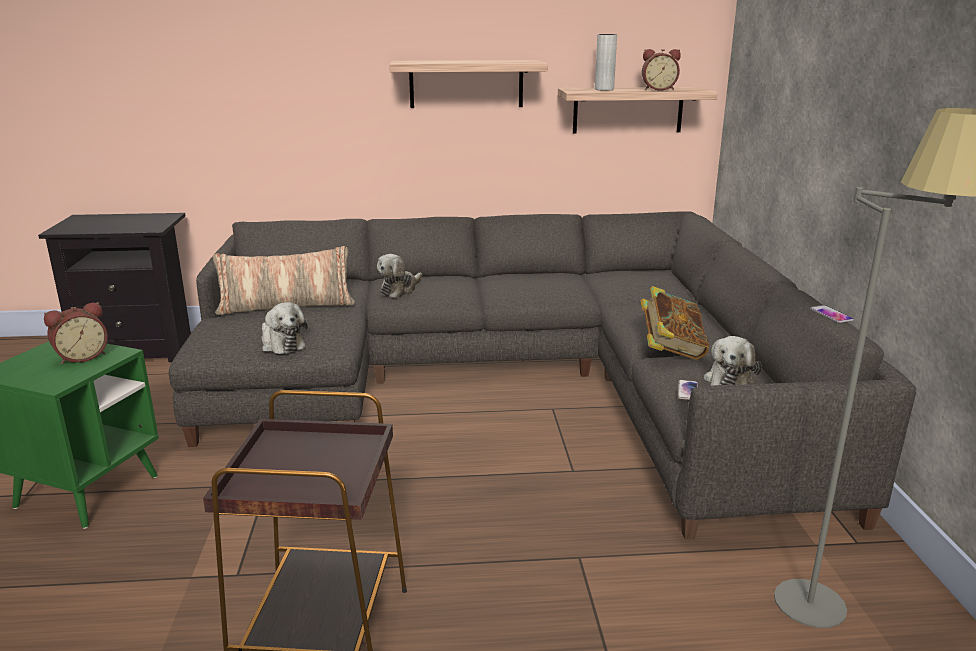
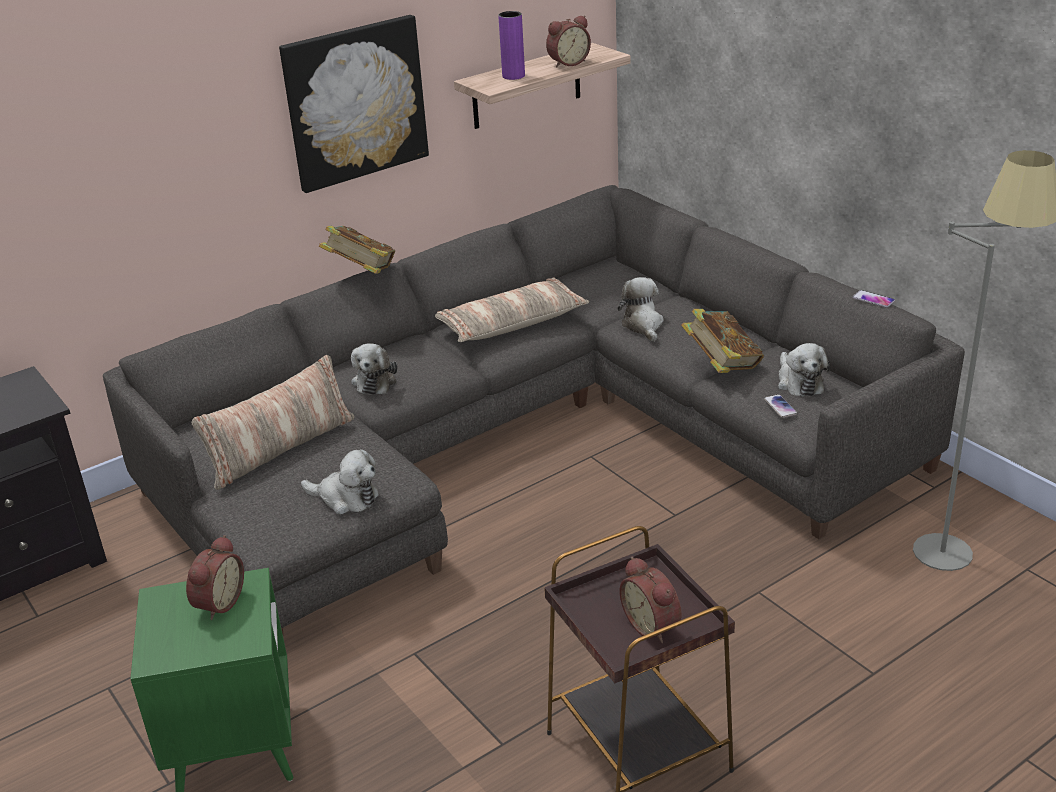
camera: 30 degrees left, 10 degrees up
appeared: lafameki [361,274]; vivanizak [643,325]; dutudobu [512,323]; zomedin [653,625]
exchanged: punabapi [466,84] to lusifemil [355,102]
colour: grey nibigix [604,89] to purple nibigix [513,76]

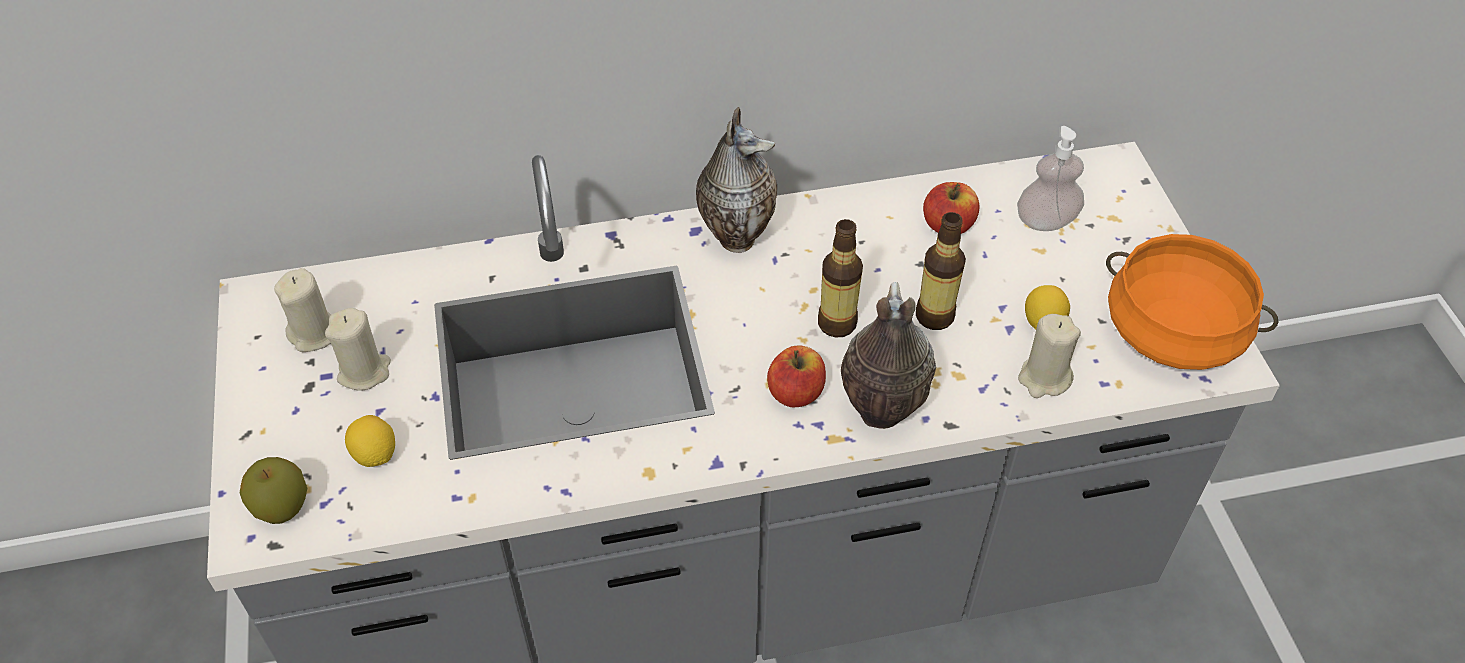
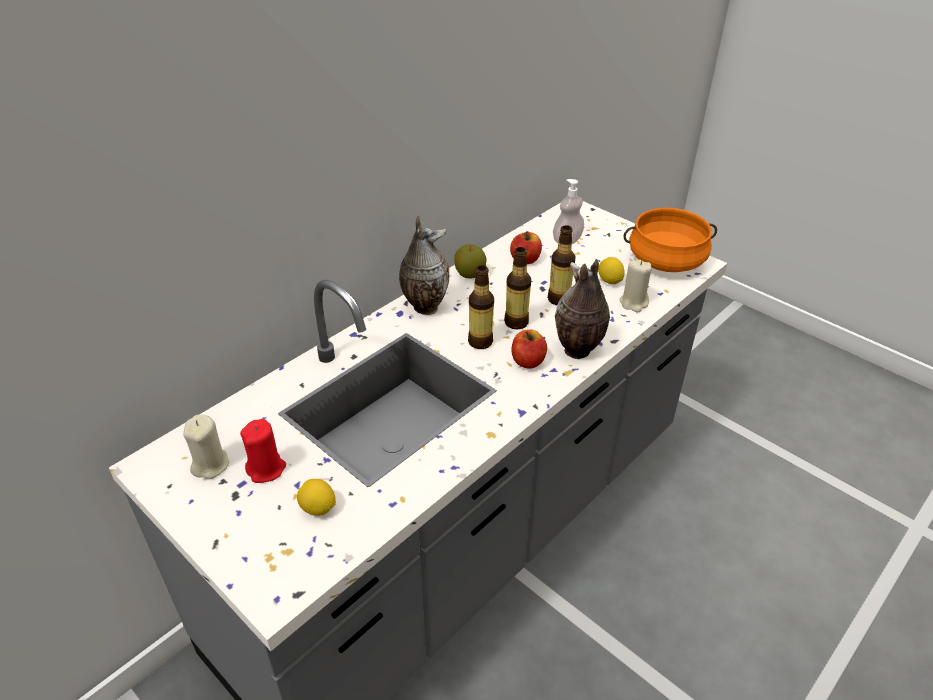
camera: 35 degrees left, 10 degrees down
appeared: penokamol [480,342]
relocated: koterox [282,507] to [470,274]
colour: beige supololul [364,372] to red supololul [266,469]

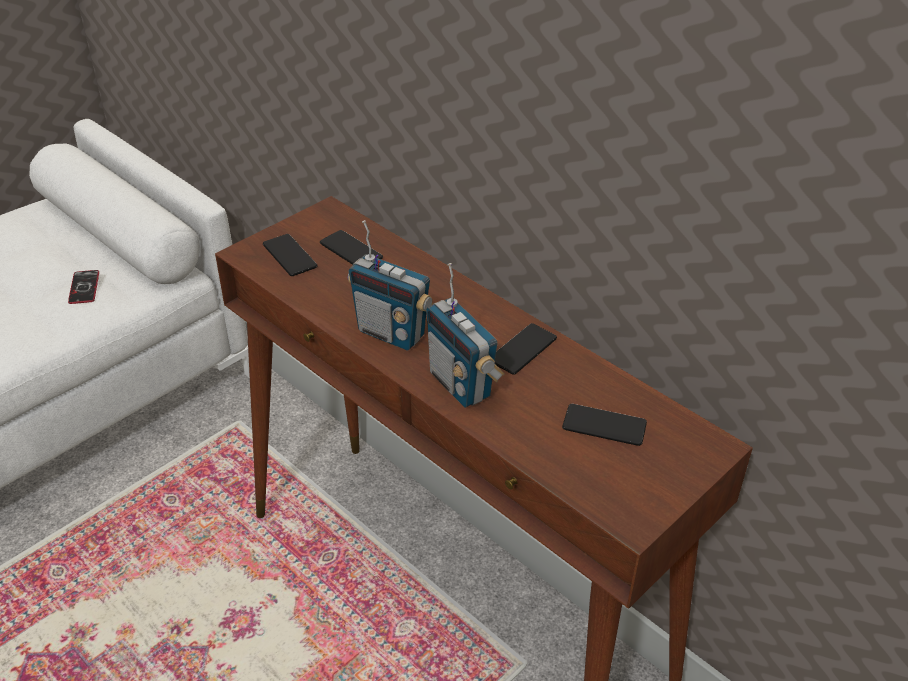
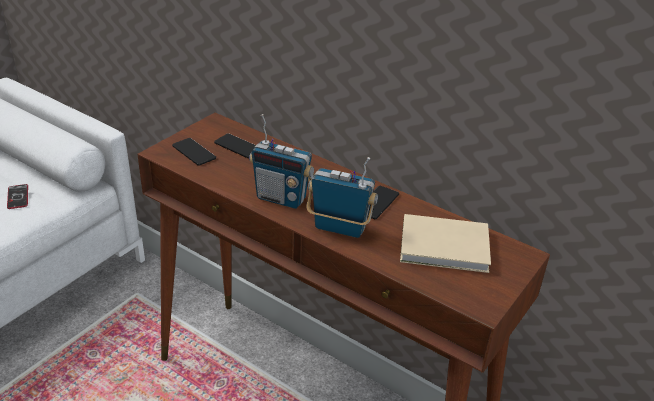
camera: 10 degrees left, 5 degrees down
exchanged: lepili [604,426] to beige lafameki [446,247]
spun: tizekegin [461,385] = [340,228] 150 degrees clockwise

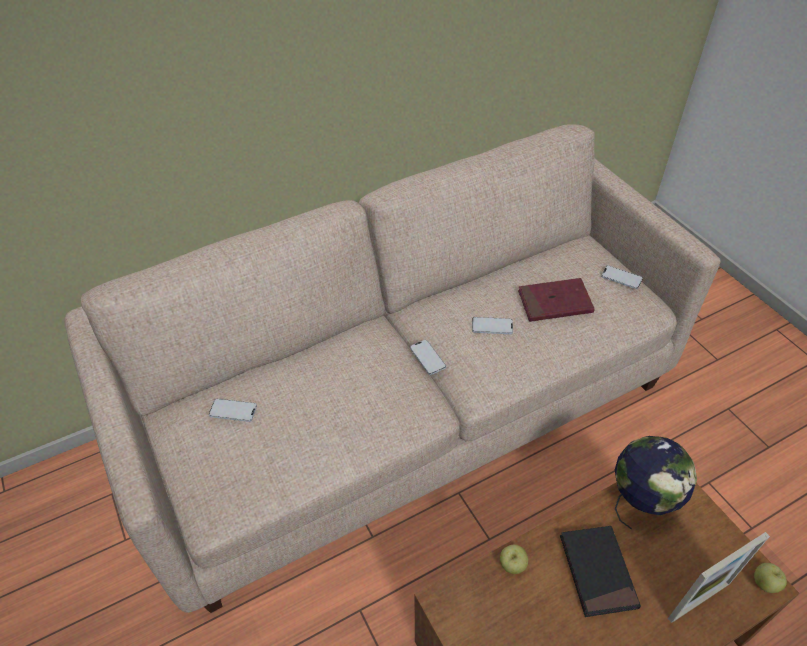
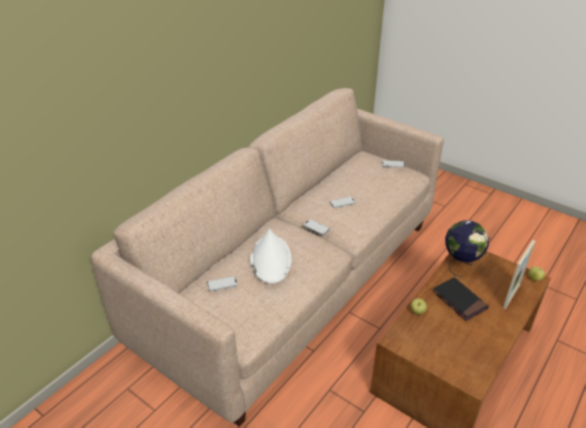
camera: 25 degrees left, 10 degrees down
missing: red lafameki [554,302]
appeared: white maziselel [270,259]

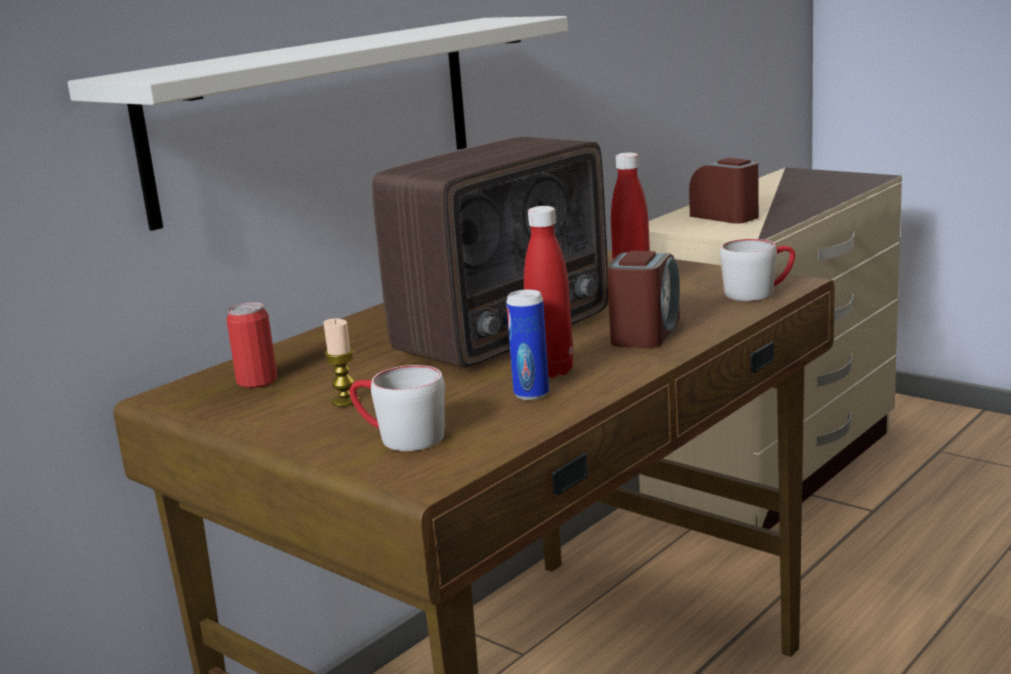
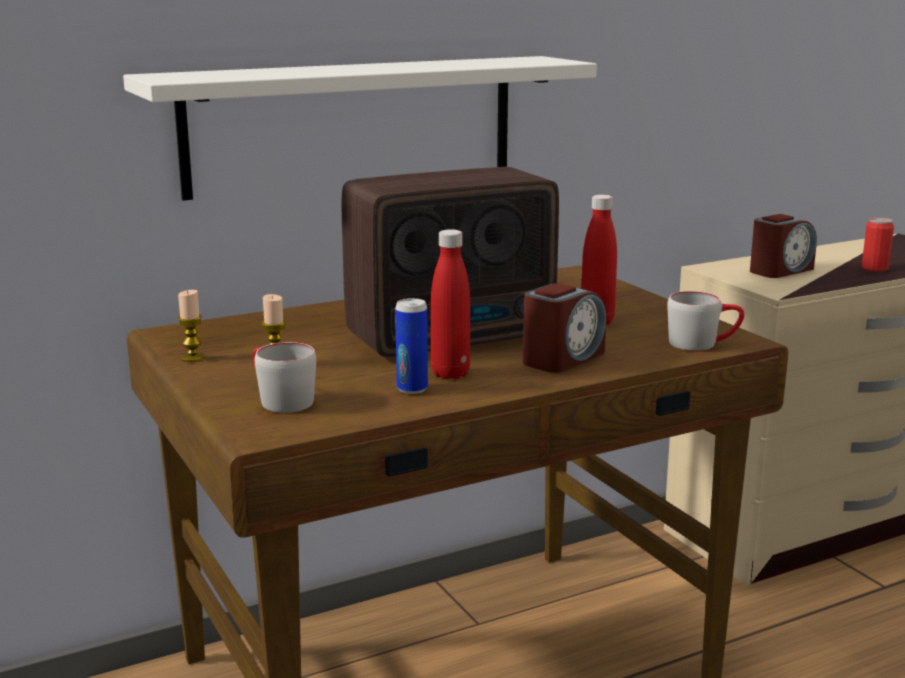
camera: 20 degrees right, 0 degrees up
appeared: supololul [193,358]
relocated: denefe [257,381] to [874,268]
spun: zomedin [725,216] = [780,270] 75 degrees clockwise

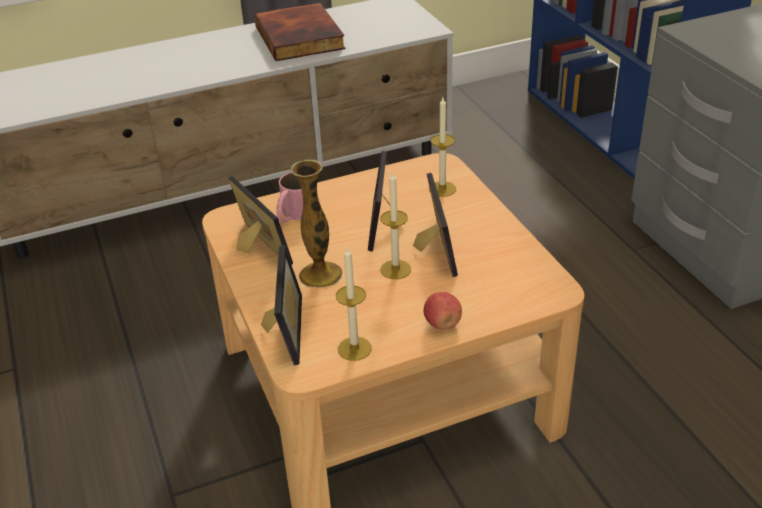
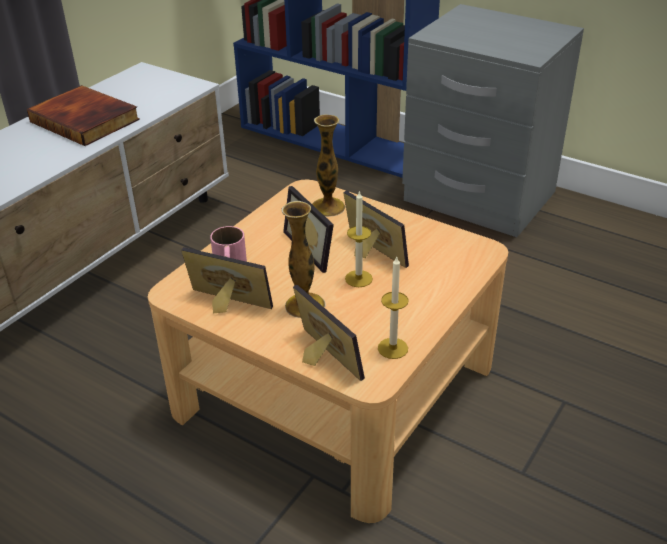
camera: 35 degrees left, 0 degrees up
missing: koterox [442,324]
exchanged: supololul [442,189] to nibigix [328,207]

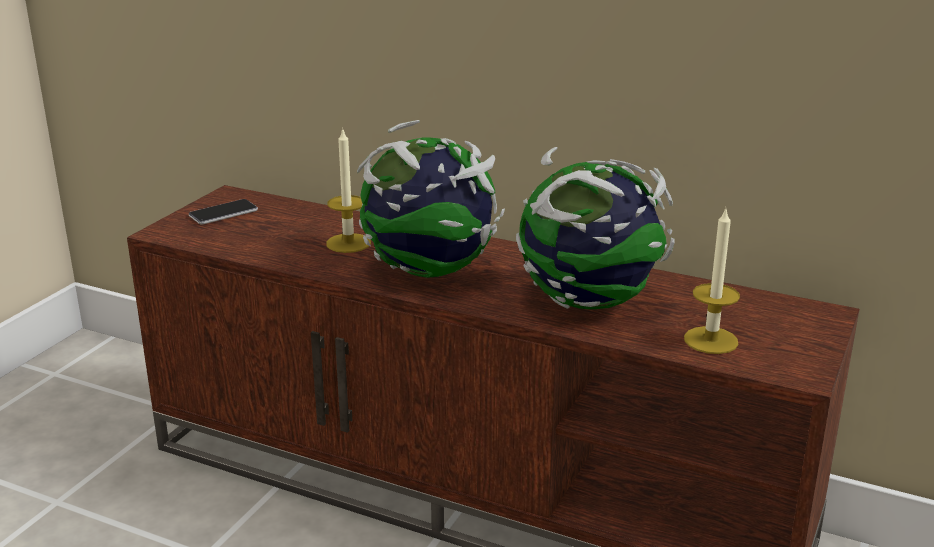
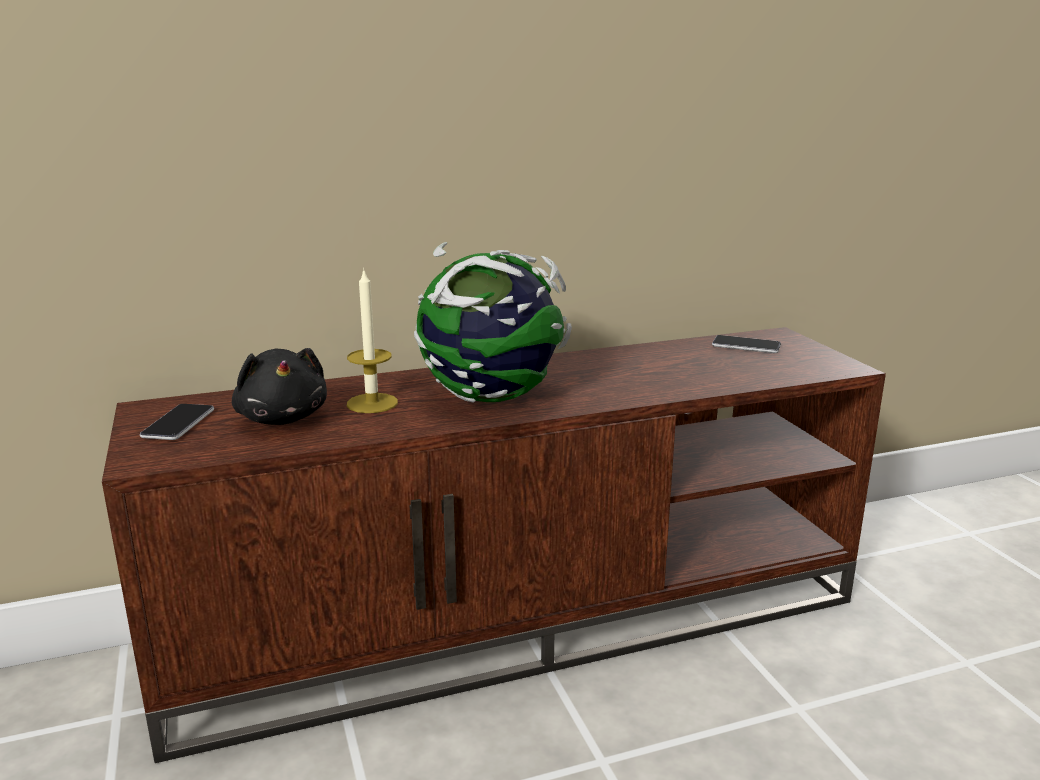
camera: 45 degrees left, 5 degrees down
missing: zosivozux [589,302]; supololul [711,340]
appeared: lepili [746,346]; black vivanizak [283,418]

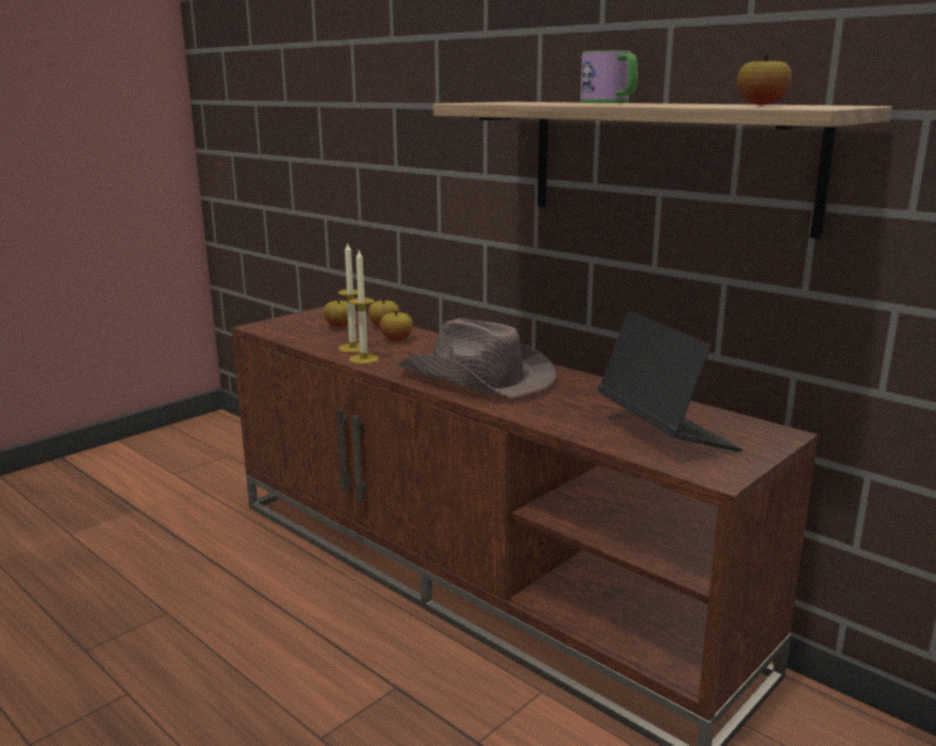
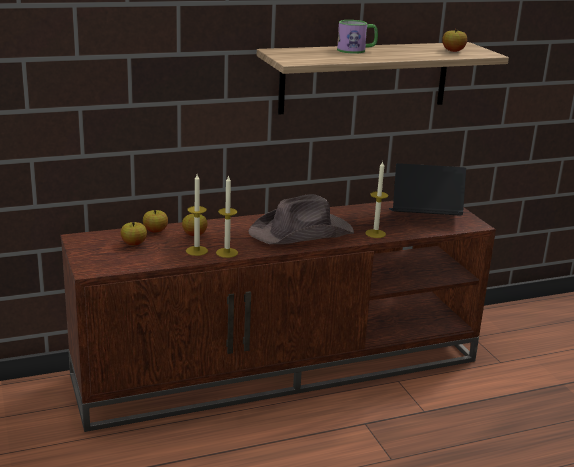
camera: 65 degrees left, 5 degrees up
appeared: supololul [375,233]

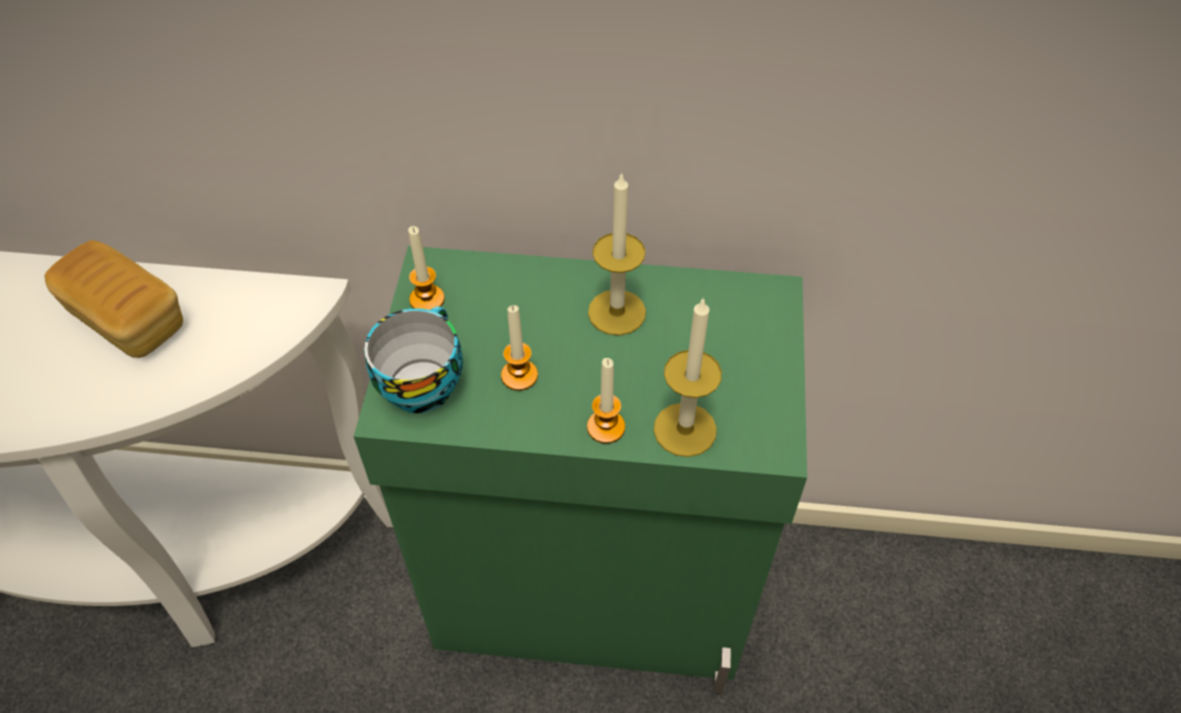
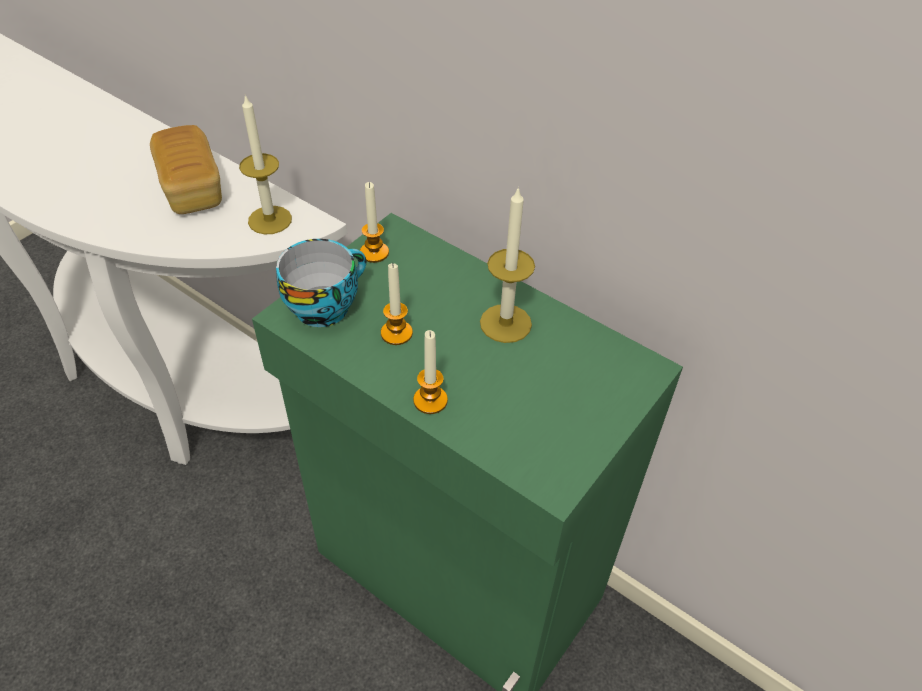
camera: 30 degrees right, 5 degrees down
relocated: supololul [685,429] to [270,220]

